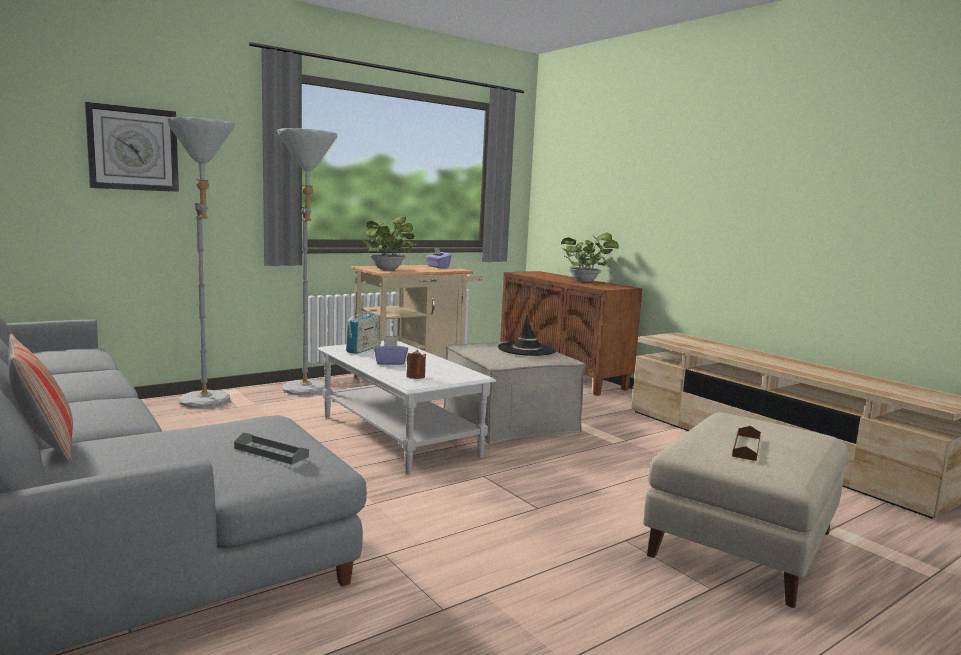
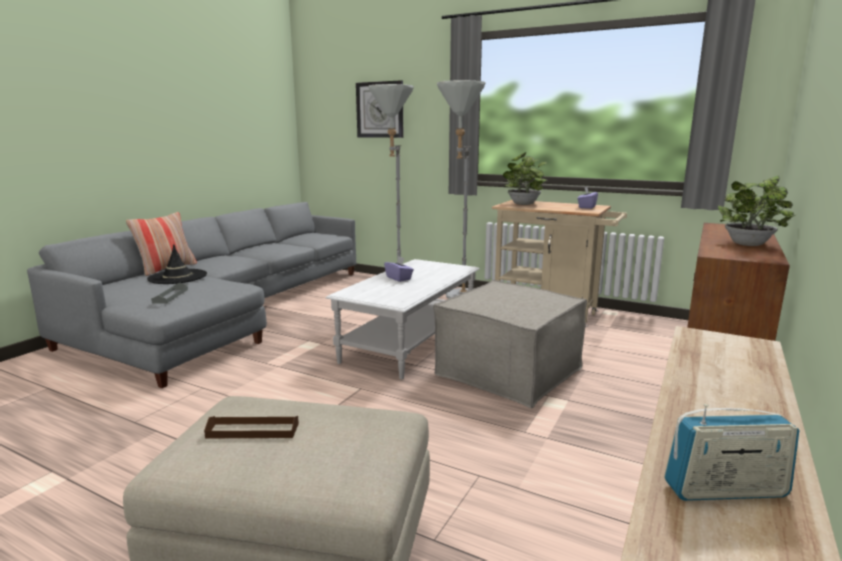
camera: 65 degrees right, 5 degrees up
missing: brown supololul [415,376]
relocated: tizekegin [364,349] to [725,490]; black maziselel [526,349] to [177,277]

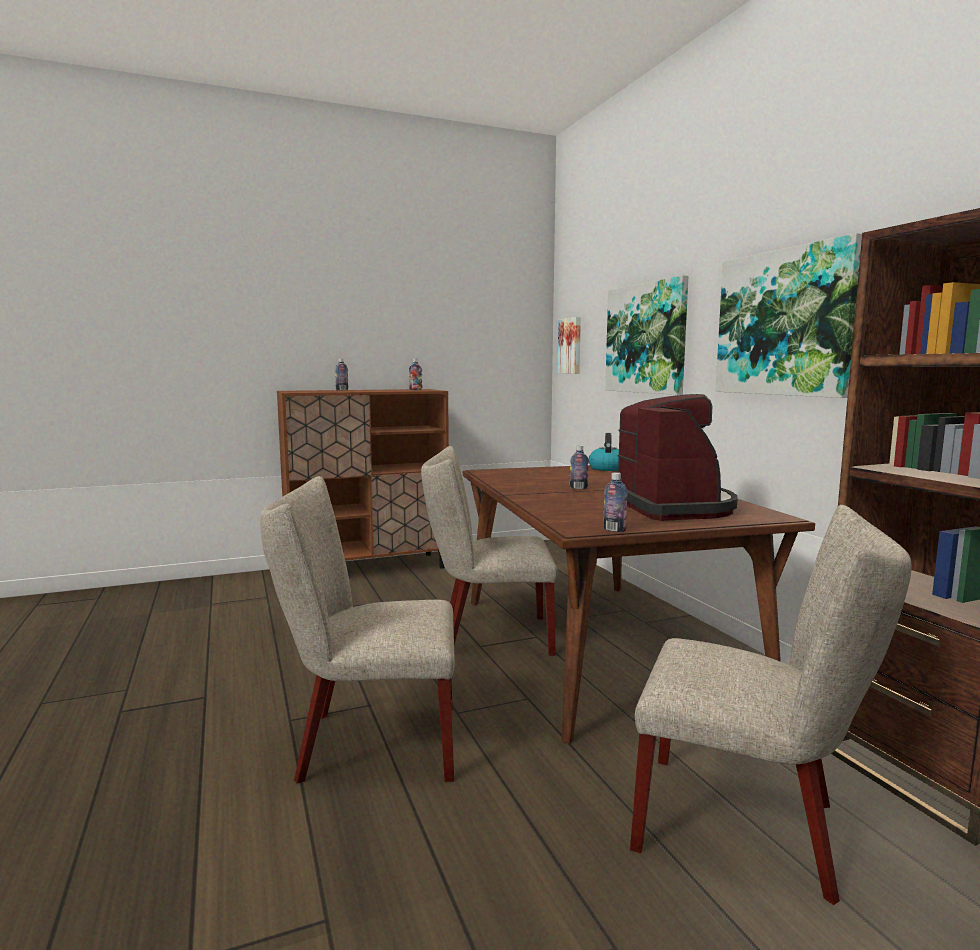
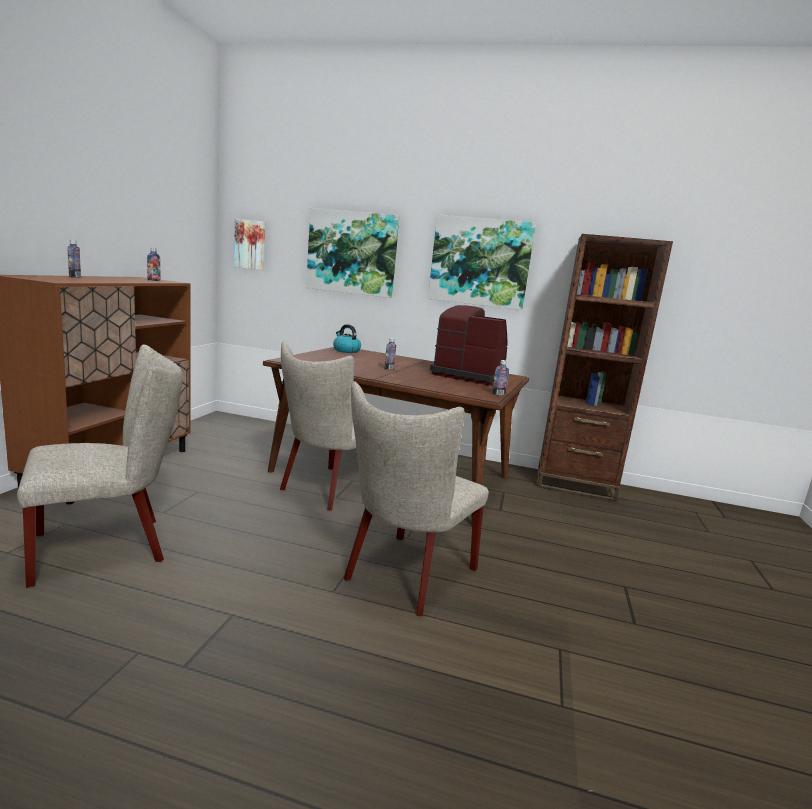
camera: 55 degrees left, 5 degrees up
relocated: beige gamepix [750,827] to [109,546]

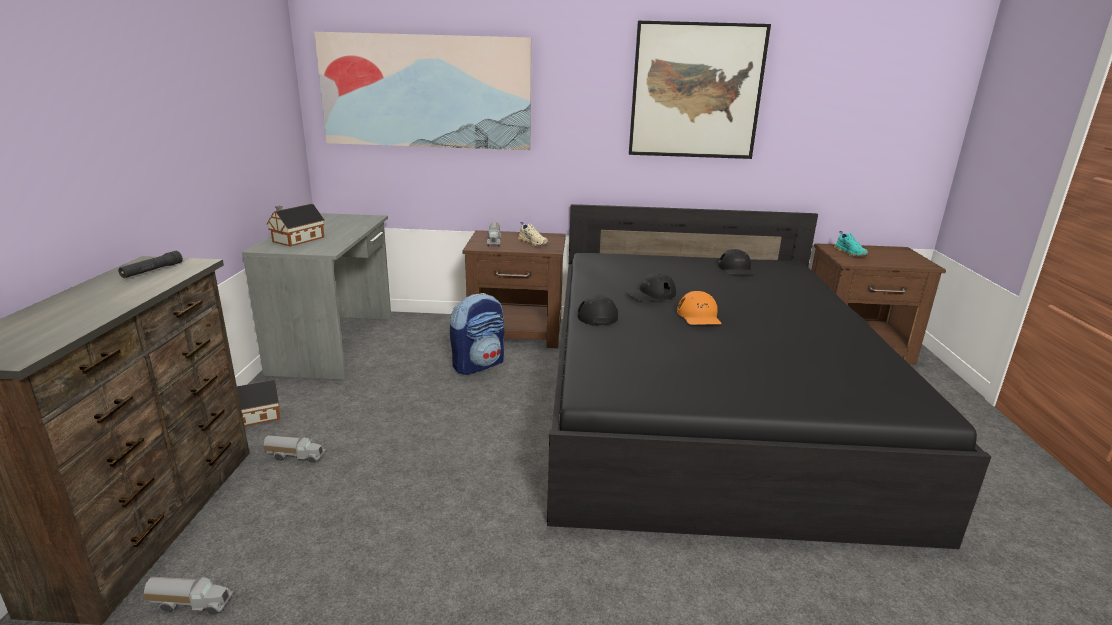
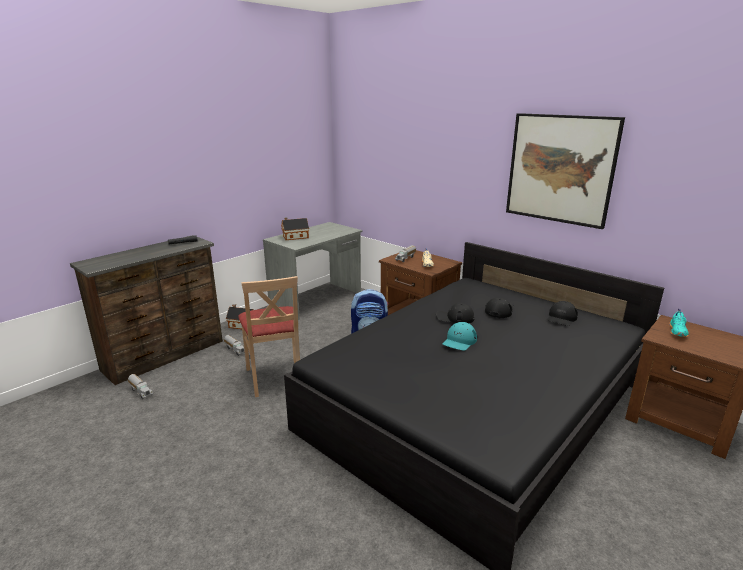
camera: 40 degrees right, 0 degrees up
missing: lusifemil [426,92]
appeared: beige gamepix [275,377]
relocated: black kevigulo [596,315] to [499,310]
colour: orange kevigulo [699,316] to turquoise kevigulo [459,341]

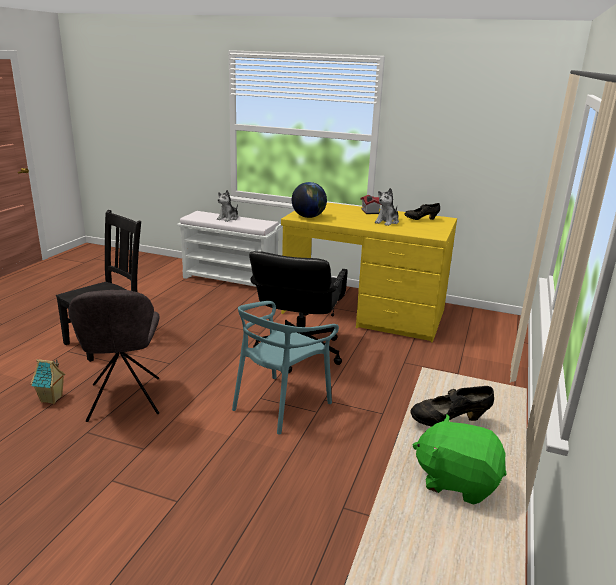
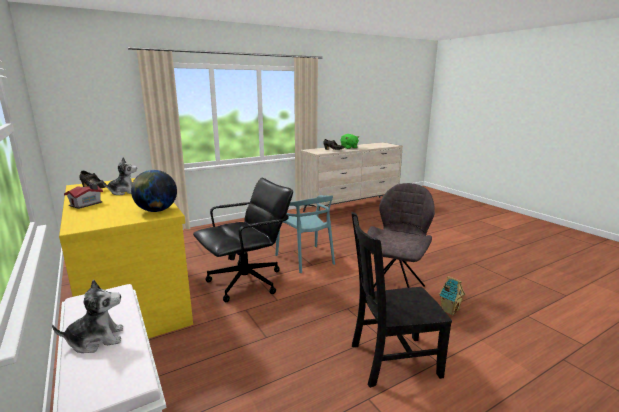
camera: 140 degrees left, 5 degrees down
spun: turquoise gamepix [280,404] = [306,259] 75 degrees clockwise

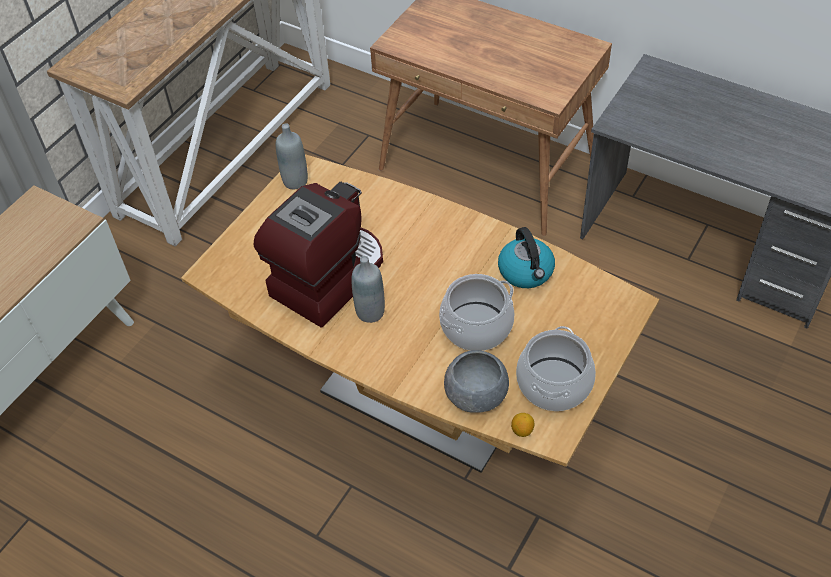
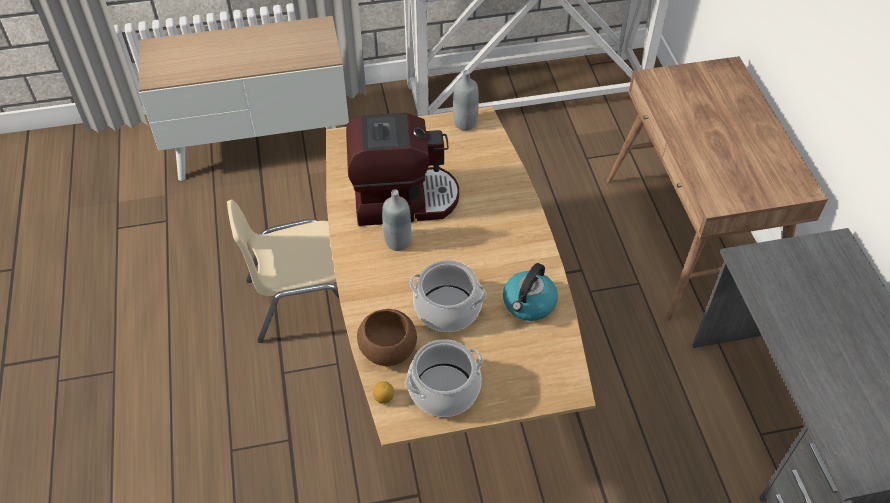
camera: 45 degrees right, 0 degrees up
appeared: beige gamepix [303,299]
colour: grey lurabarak [476,395] to brown lurabarak [387,350]

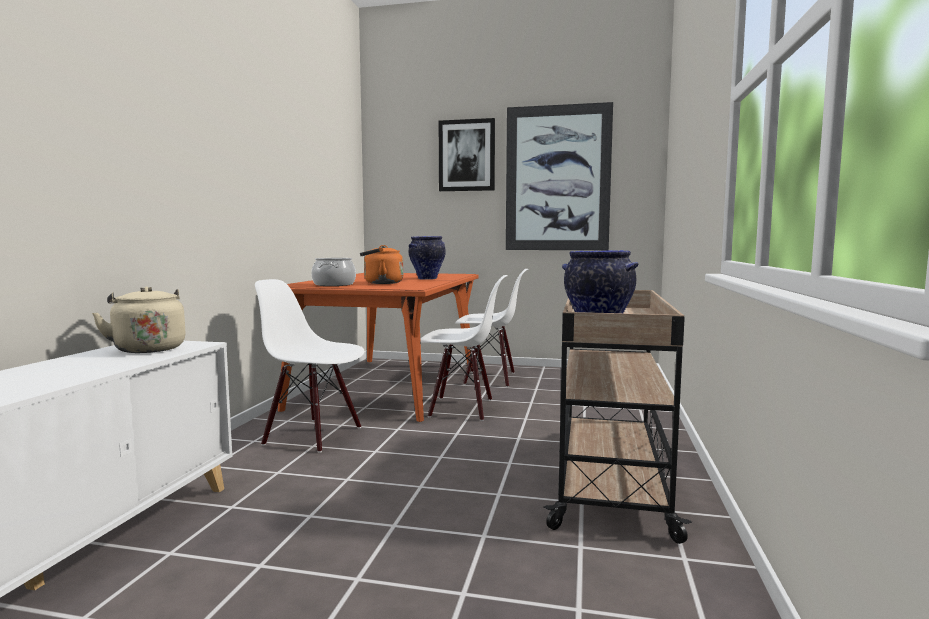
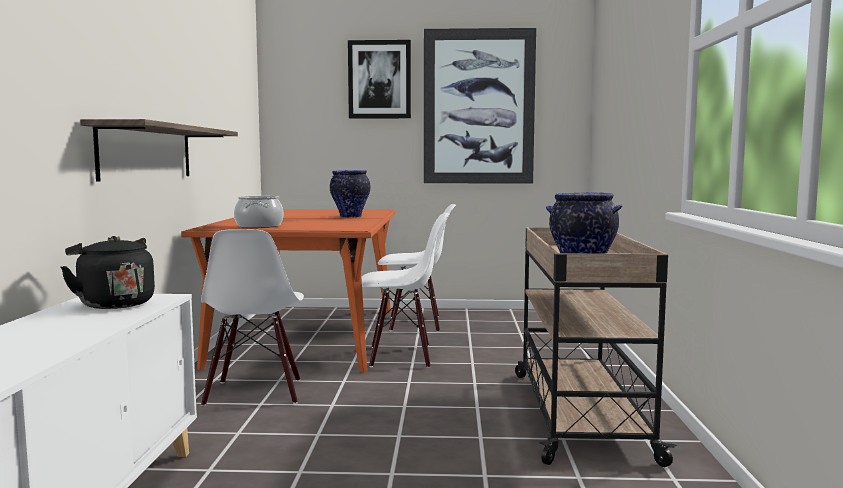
camera: 10 degrees left, 0 degrees up
missing: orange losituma [381,283]
appeared: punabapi [147,152]
colour: beige losituma [148,348] to black losituma [114,304]
spun: white gamepix [314,435] = [255,393] 105 degrees counterclockwise

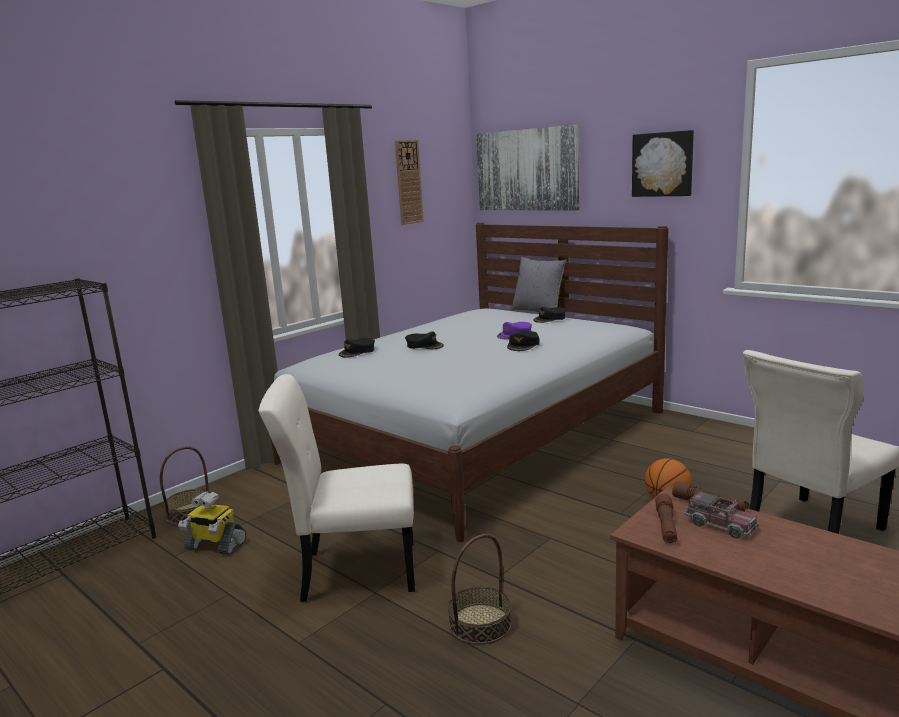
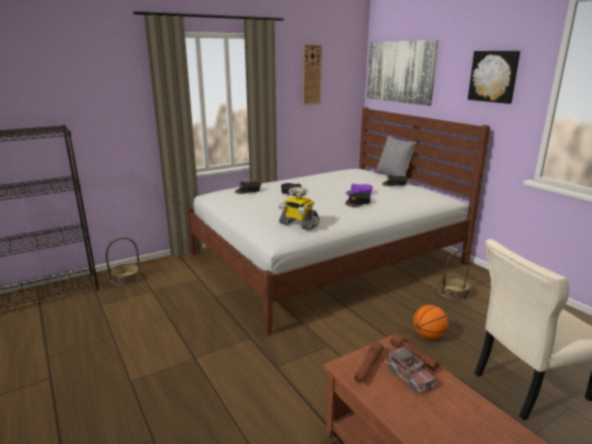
camera: 15 degrees right, 5 degrees up
missing: beige gamepix [354,571]
relocated: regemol [215,546] to [298,224]; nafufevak [480,624] to [453,293]

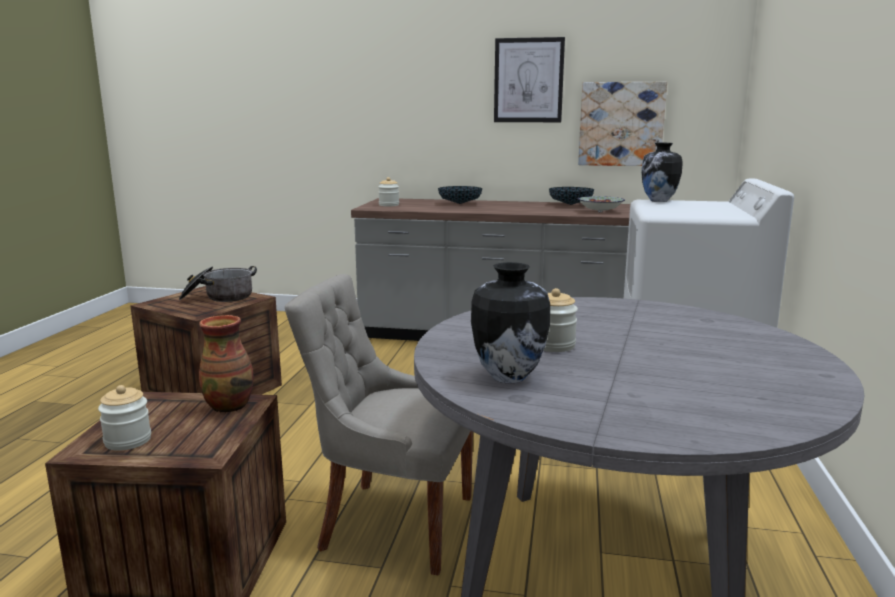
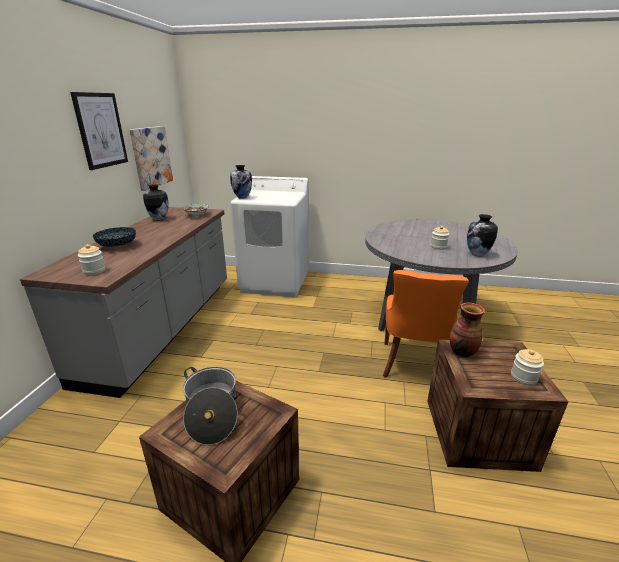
camera: 90 degrees left, 10 degrees up
exchanged: lurabarak [570,205] to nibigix [158,219]
colour: grey gamepix [393,523] to orange gamepix [413,364]

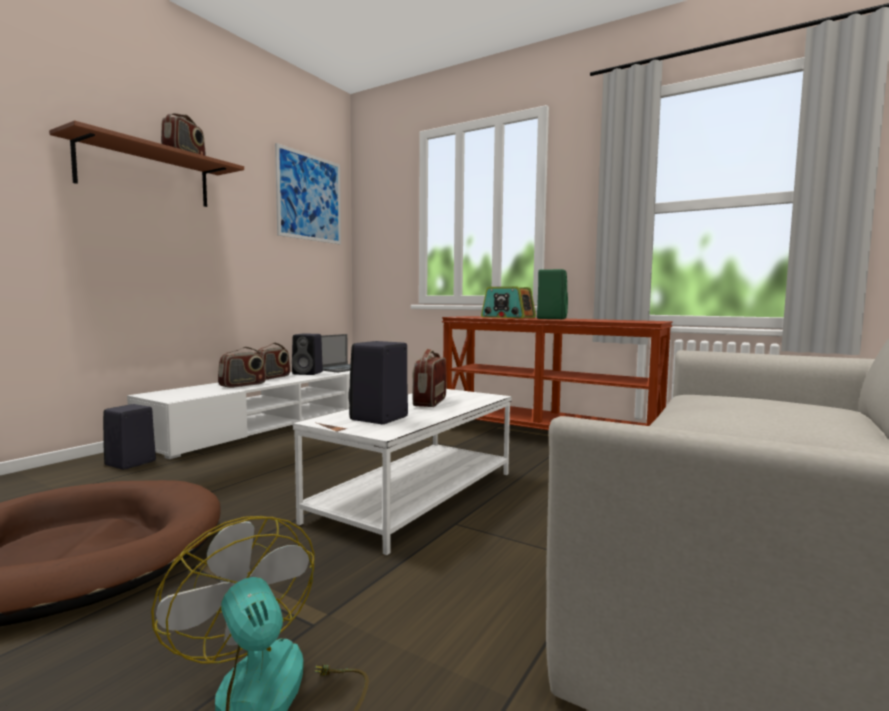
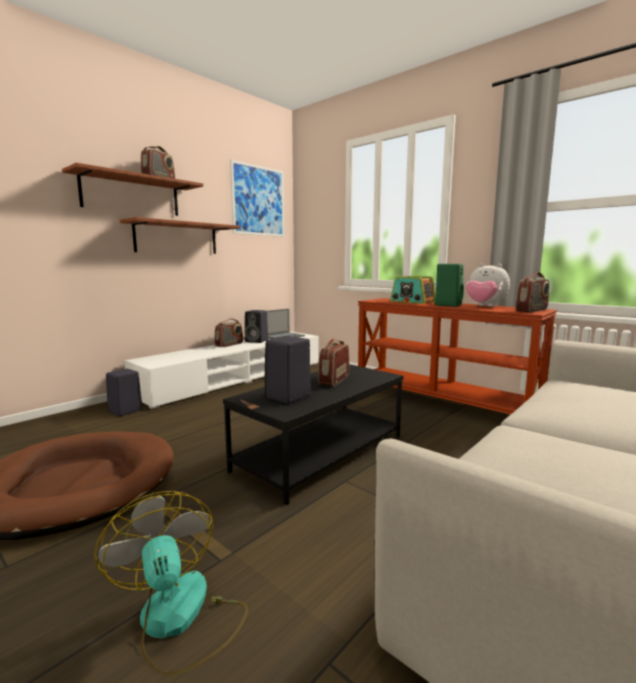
camera: 10 degrees right, 5 degrees up
appeared: brown punabapi [177,238]; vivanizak [484,306]
relocated: tizekegin [242,385] to [532,310]
colour: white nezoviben [416,496] to black nezoviben [321,453]

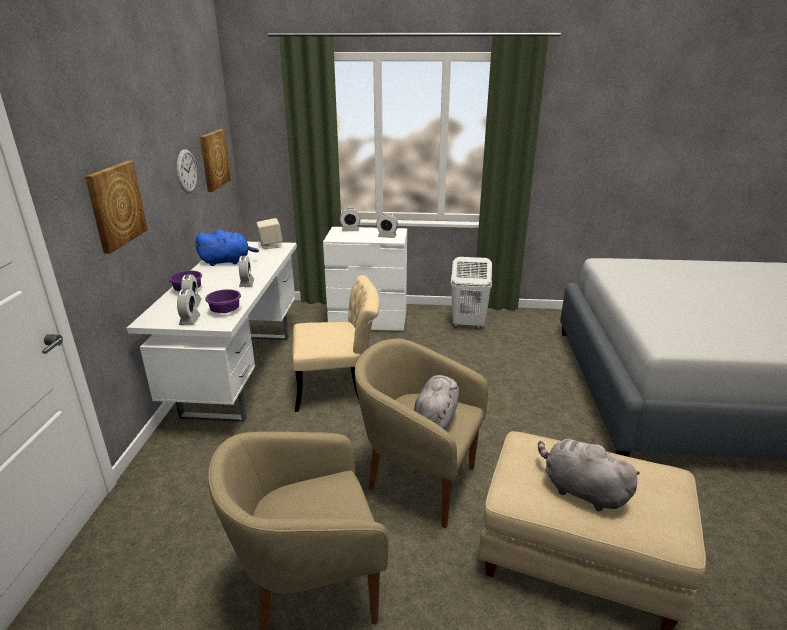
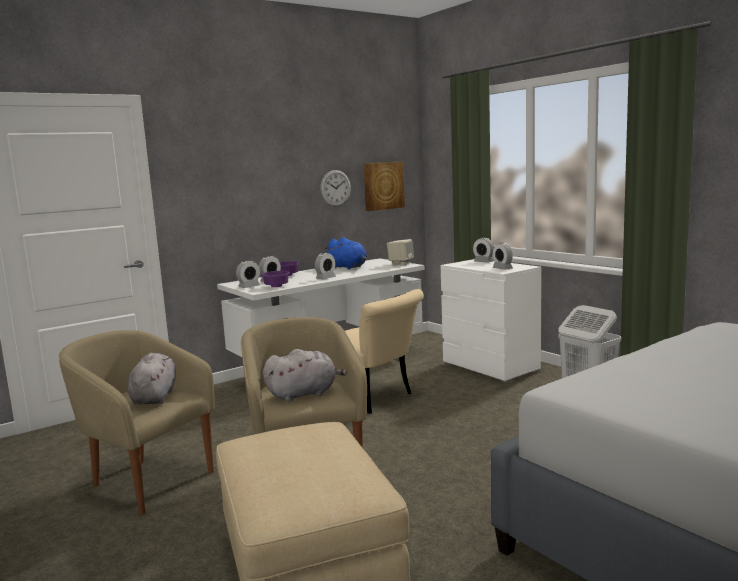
camera: 50 degrees right, 15 degrees down
missing: lusifemil [115,205]
relocated: grey vivanizak [581,490] to [155,397]

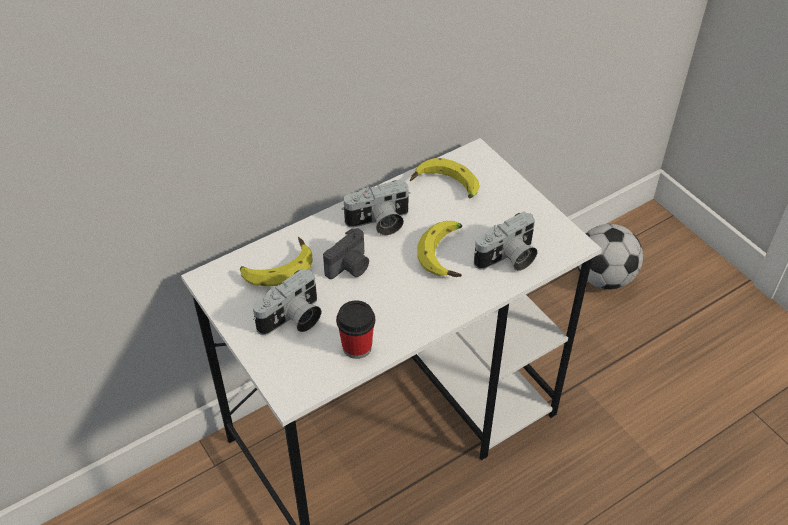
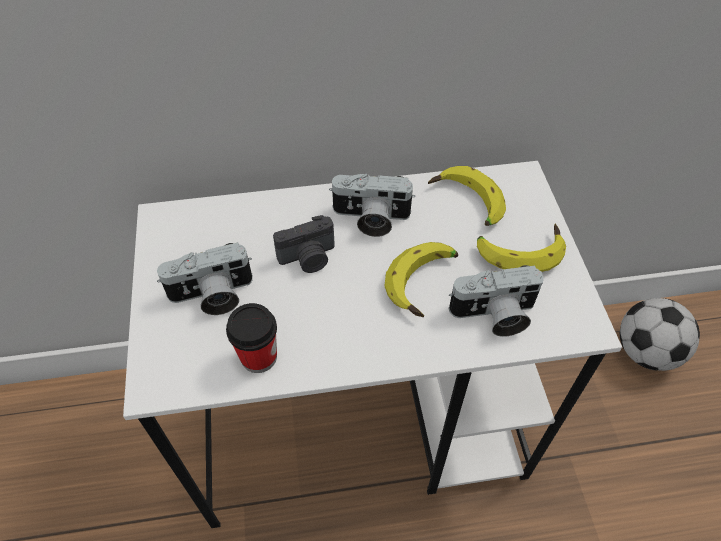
camera: 25 degrees right, 5 degrees up
relocated: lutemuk [277,267] to [519,250]

